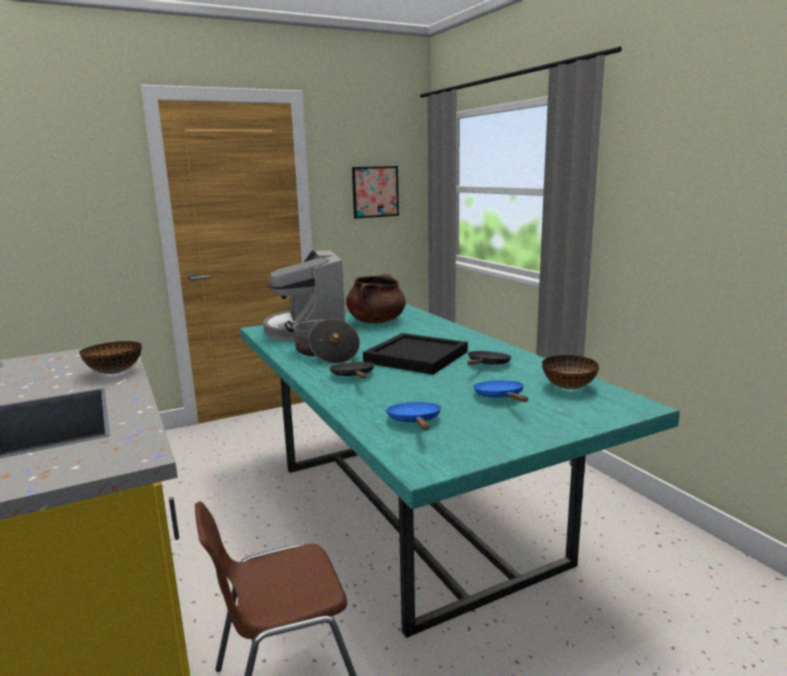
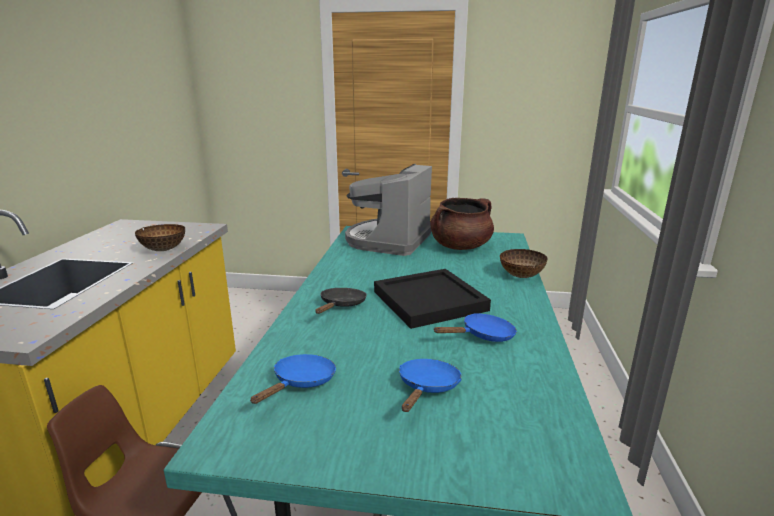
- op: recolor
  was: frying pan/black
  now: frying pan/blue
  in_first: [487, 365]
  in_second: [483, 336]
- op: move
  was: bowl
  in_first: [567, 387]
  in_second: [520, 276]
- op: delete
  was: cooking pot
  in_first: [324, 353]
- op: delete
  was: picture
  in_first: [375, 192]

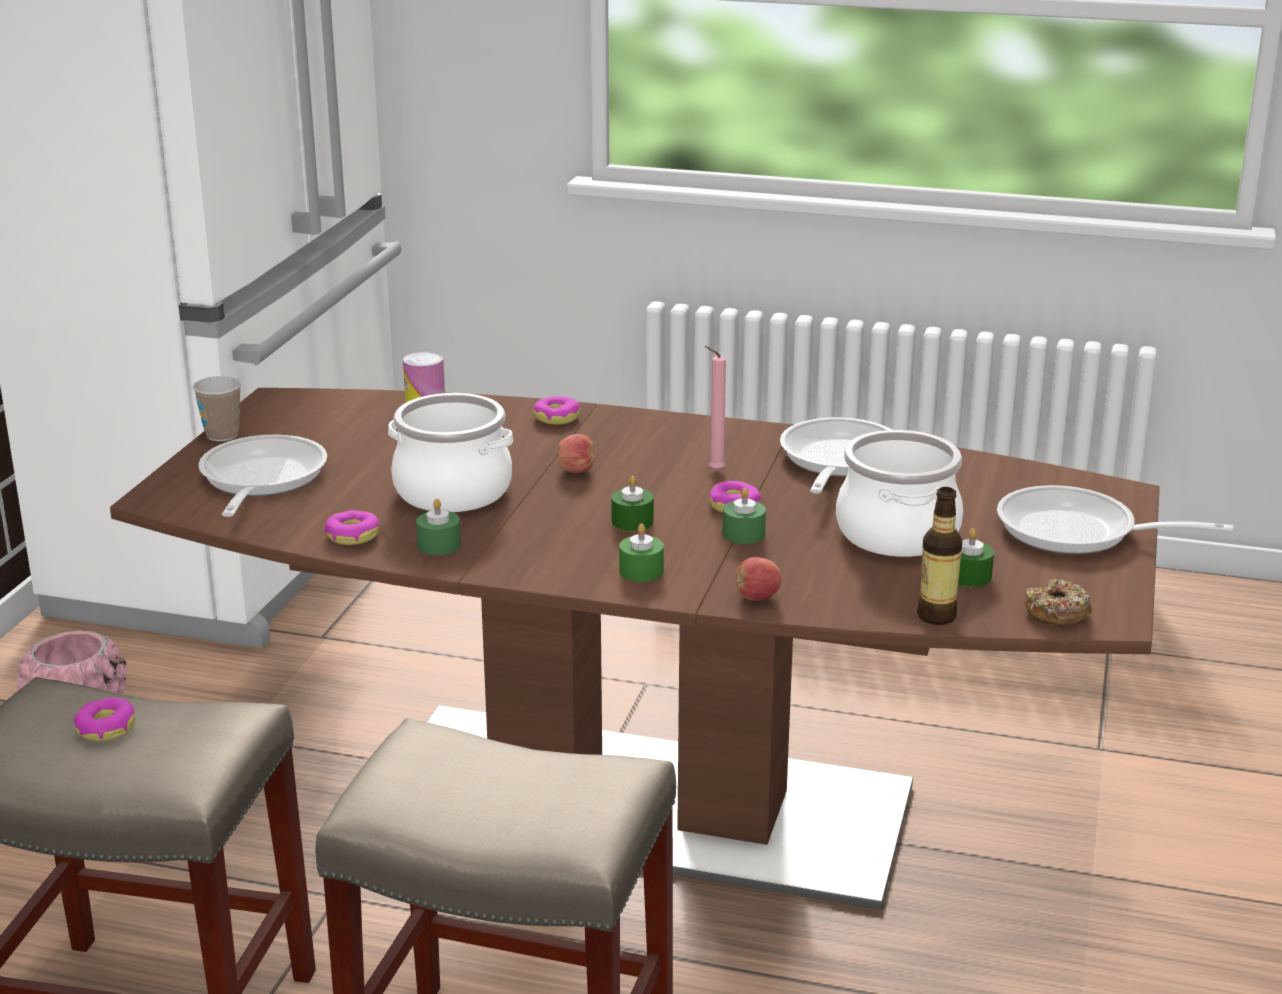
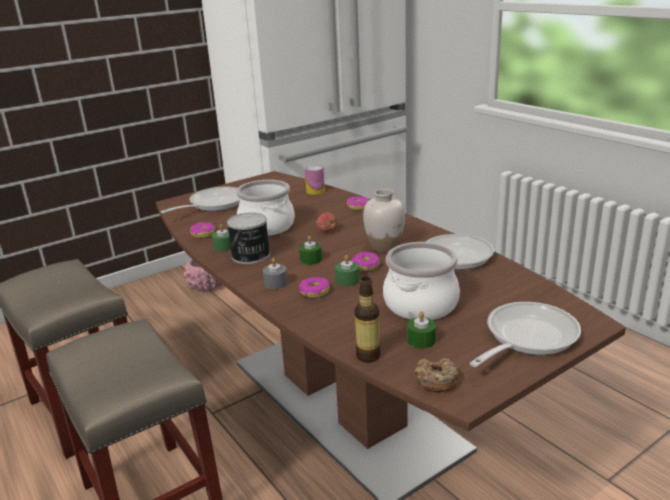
- op: insert
  now: can
  in_second: [250, 256]
- op: recolor
  was: candle/green
  now: candle/grey
  in_first: [641, 571]
  in_second: [275, 283]
- op: move
  was: donut
  in_first: [105, 728]
  in_second: [314, 292]
- op: replace
  was: candle/pink
  now: vase/white
  in_first: [714, 471]
  in_second: [384, 247]
- op: rotate
  was: frying pan
  in_first: [1078, 532]
  in_second: [526, 338]
  clockwise: 75
- op: delete
  was: cup
  in_first: [222, 435]
- op: delete
  was: apple
  in_first: [757, 597]

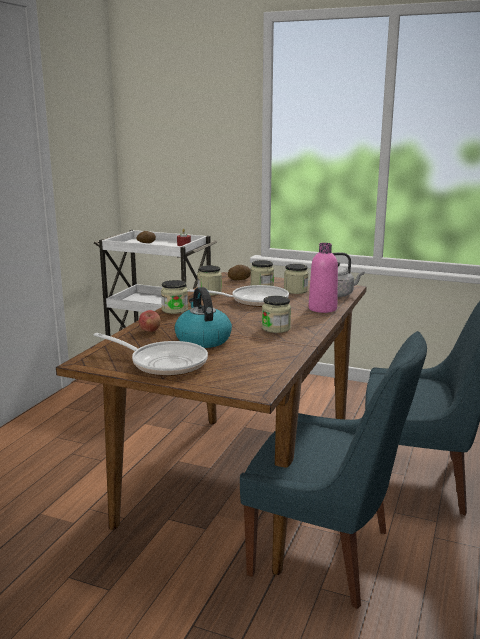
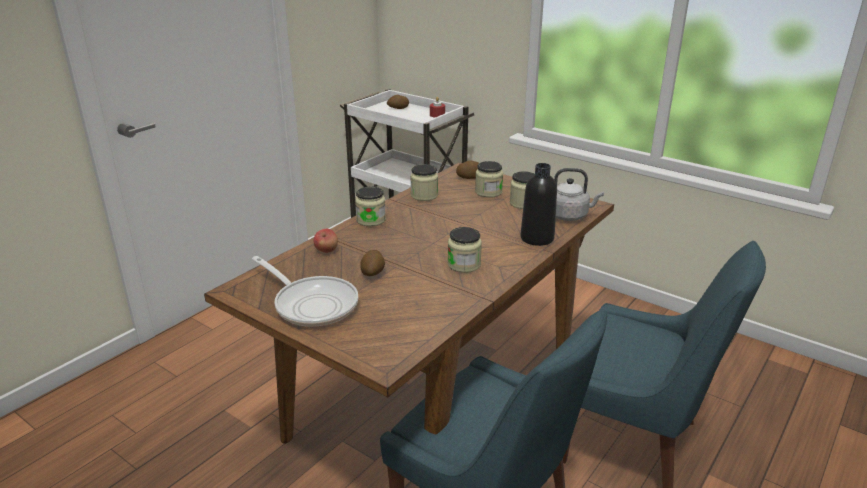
- op: replace
  was: kettle
  now: potato
  in_first: [202, 340]
  in_second: [373, 273]
- op: recolor
  was: bottle/pink
  now: bottle/black
  in_first: [322, 309]
  in_second: [537, 238]
- op: delete
  was: frying pan
  in_first: [254, 301]

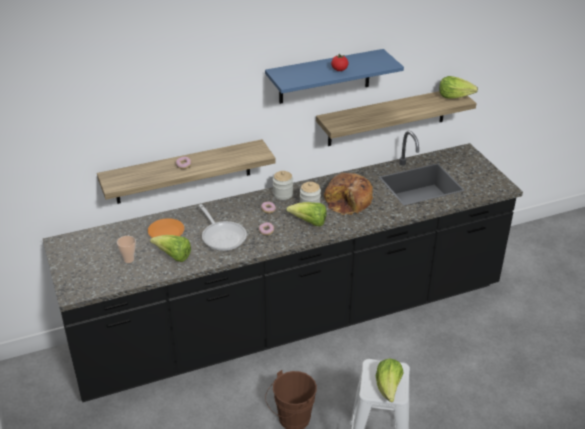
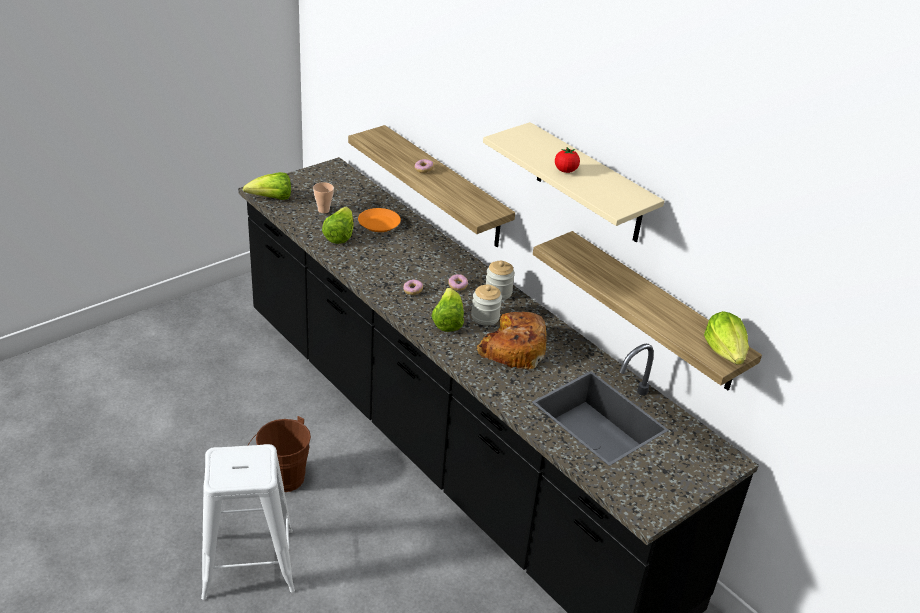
- op: move
  was: lettuce
  in_first: [388, 388]
  in_second: [271, 199]
- op: recolor
  was: shelf/blue
  now: shelf/beige
  in_first: [325, 76]
  in_second: [589, 184]
- op: delete
  was: frying pan
  in_first: [222, 236]

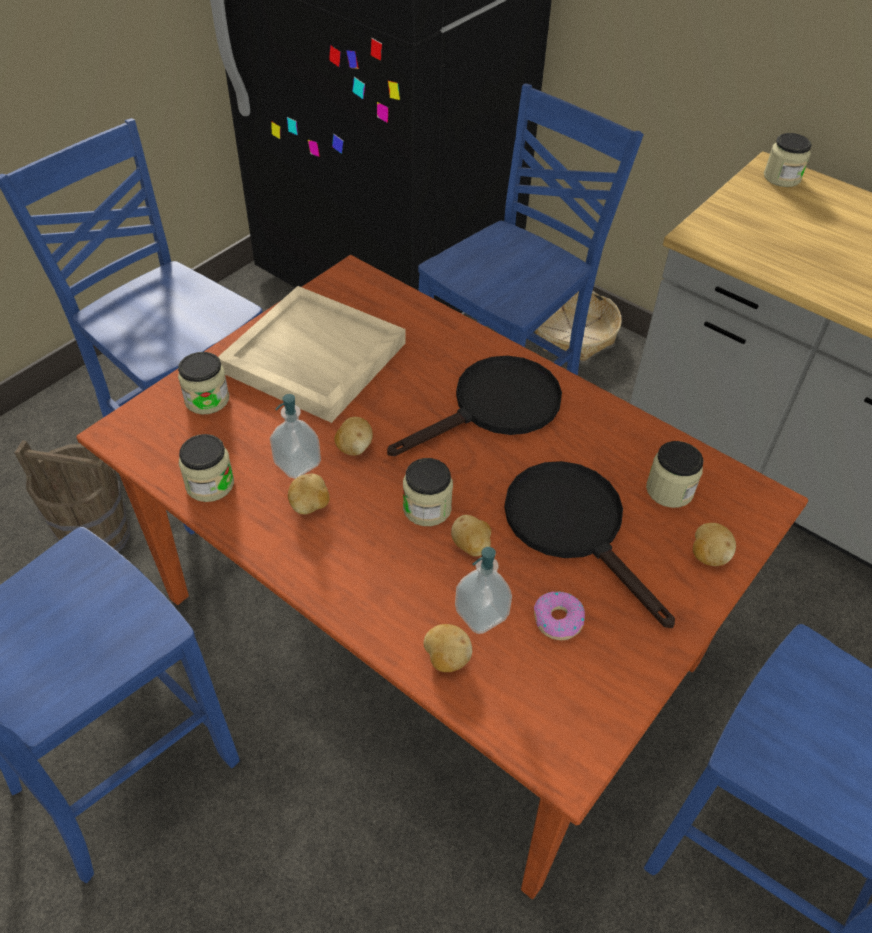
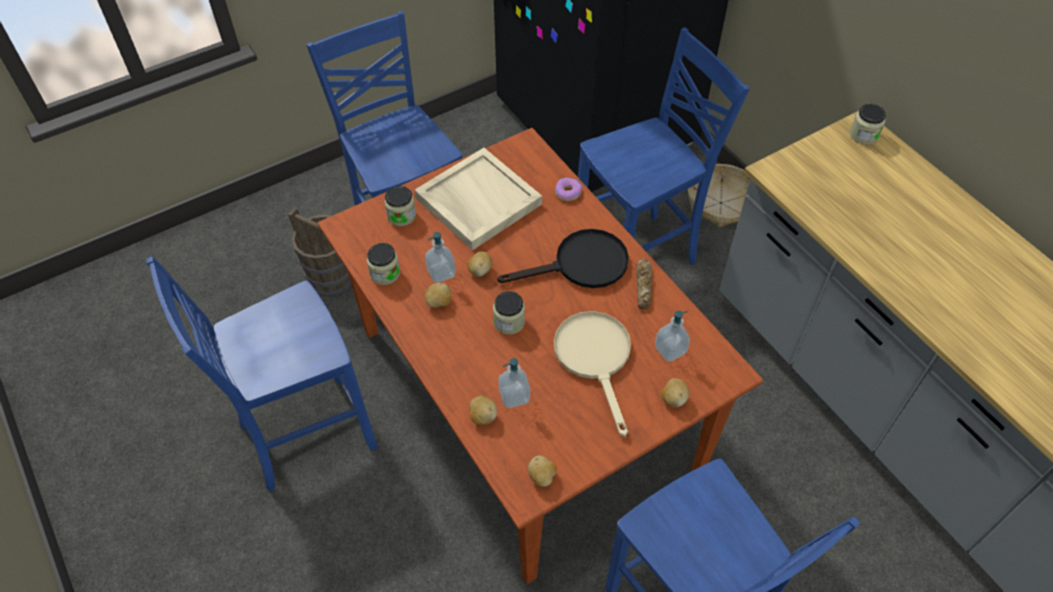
- op: move
  was: potato
  in_first: [471, 546]
  in_second: [542, 477]
- op: recolor
  was: frying pan/black
  now: frying pan/beige
  in_first: [574, 527]
  in_second: [596, 358]
- op: move
  was: donut
  in_first: [557, 619]
  in_second: [568, 192]
- op: insert
  now: bread
  in_second: [644, 286]
- op: replace
  was: jar
  now: soap dispenser
  in_first: [669, 490]
  in_second: [670, 350]

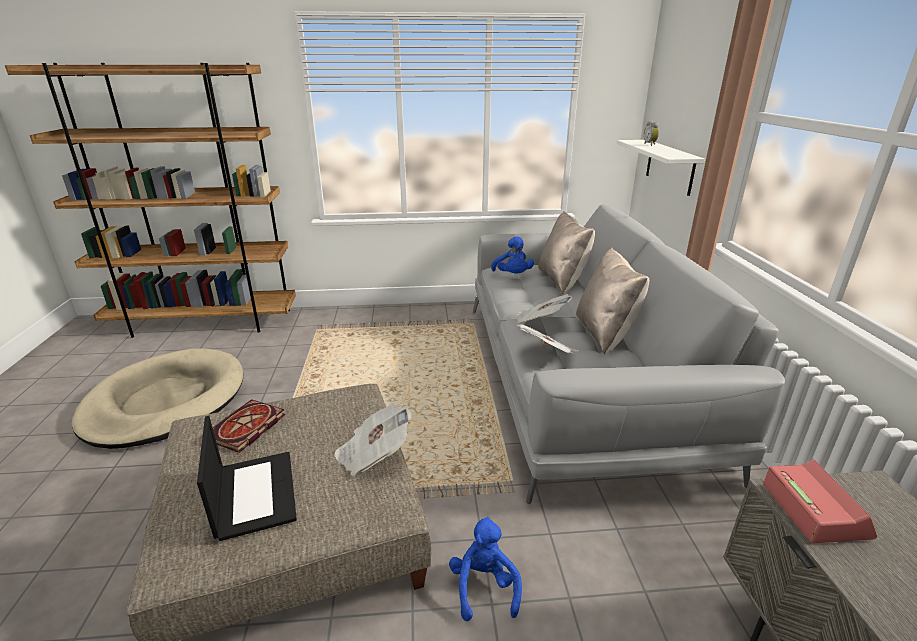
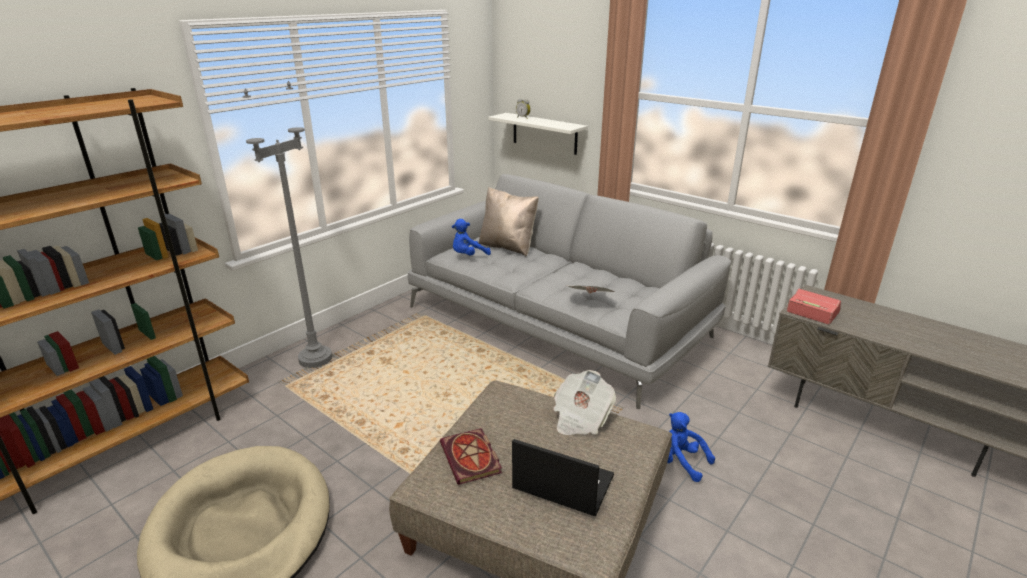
- op: insert
  now: floor lamp/grey
  in_second: [315, 359]
- op: rotate
  was: plush toy/blue
  in_first: [512, 275]
  in_second: [468, 256]
  clockwise: 120
- op: delete
  was: newspaper
  in_first: [540, 322]
- op: delete
  was: pillow/beige
  in_first: [605, 333]

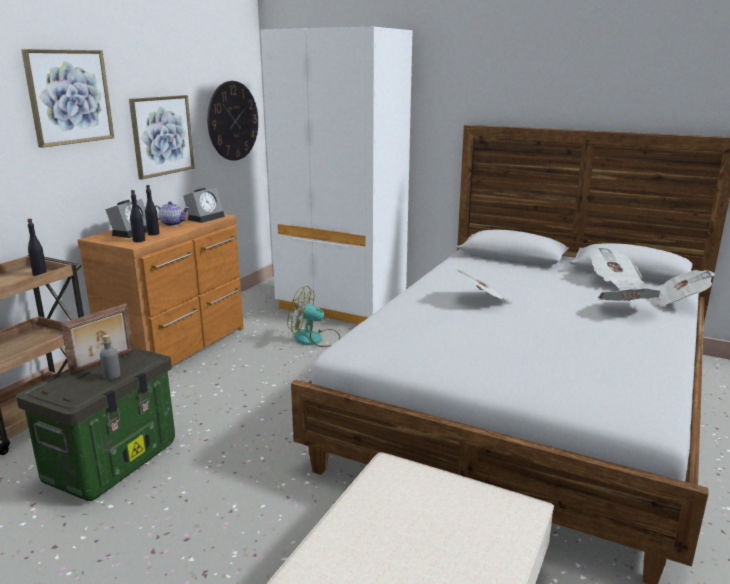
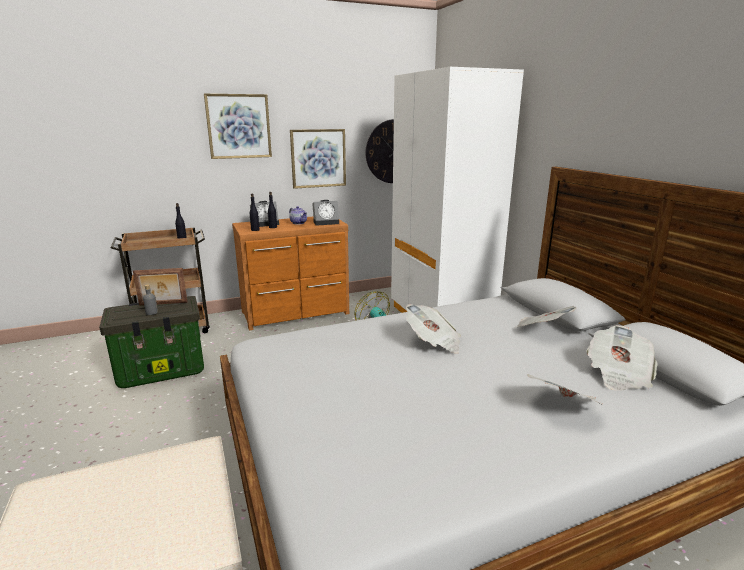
- op: move
  was: newspaper
  in_first: [674, 302]
  in_second: [541, 330]

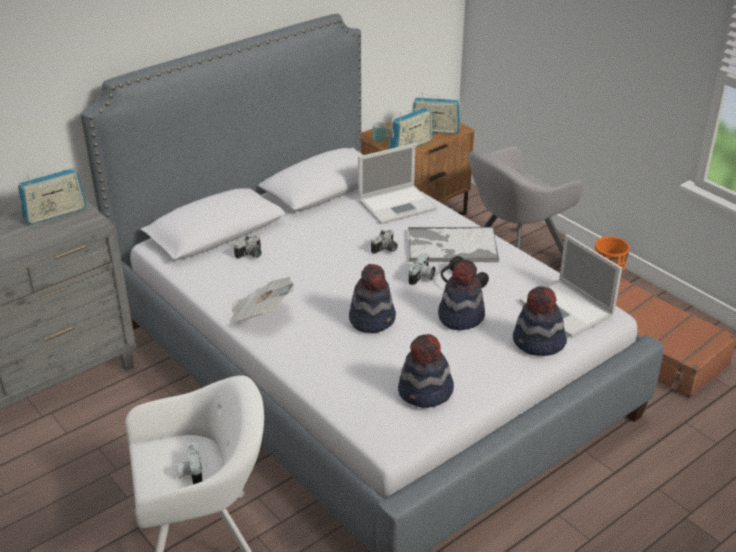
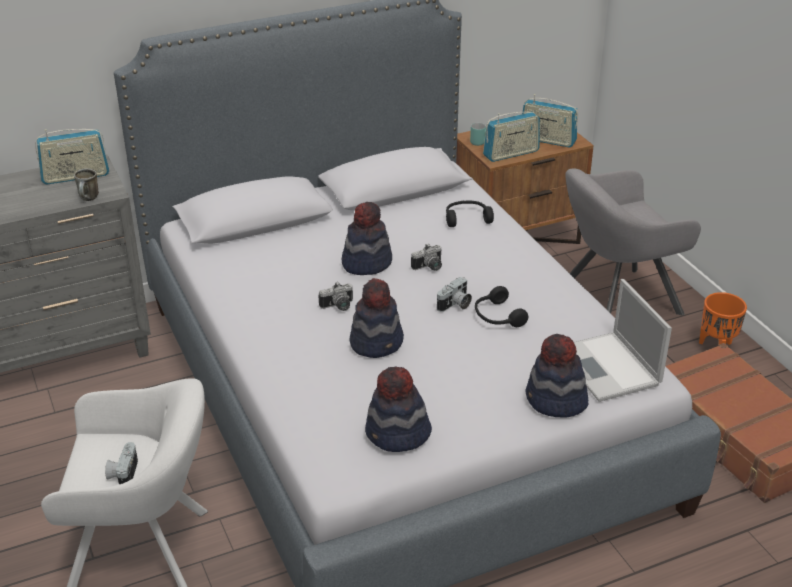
- op: insert
  now: mug
  in_second: [89, 199]
- op: move
  was: photo camera
  in_first: [251, 255]
  in_second: [338, 307]
- op: move
  was: hat
  in_first: [460, 316]
  in_second: [366, 262]
- op: replace
  was: laptop
  now: headphones/black
  in_first: [398, 204]
  in_second: [467, 218]
- op: delete
  was: newspaper
  in_first: [261, 314]
- op: delete
  was: tray
  in_first: [451, 246]

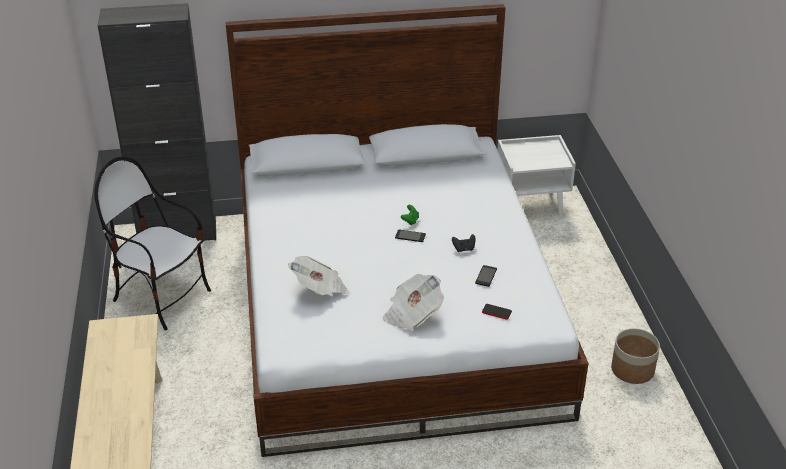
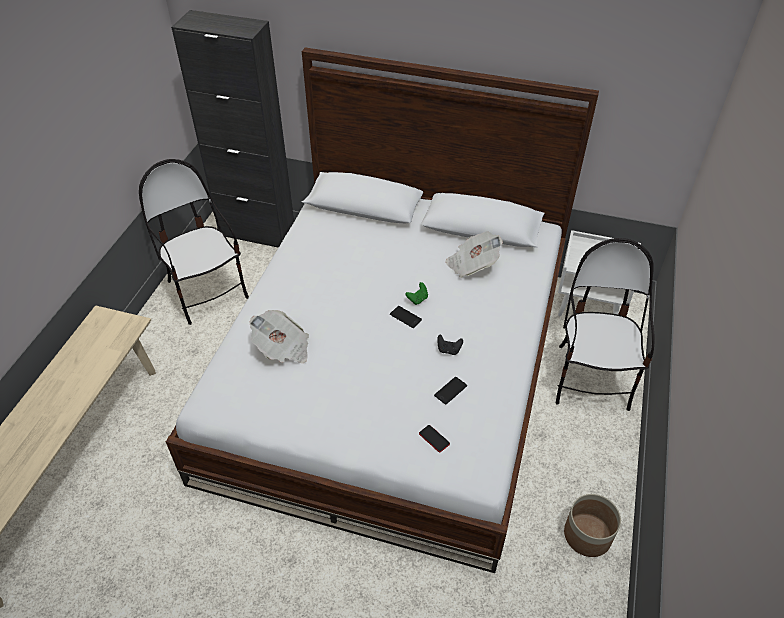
- op: move
  was: newspaper
  in_first: [412, 314]
  in_second: [472, 264]
- op: insert
  now: chair
  in_second: [590, 378]

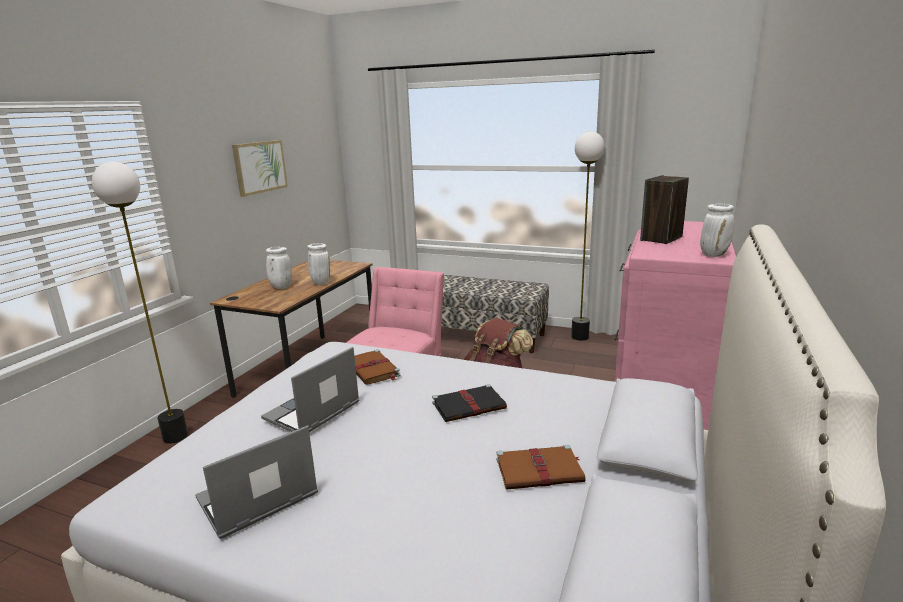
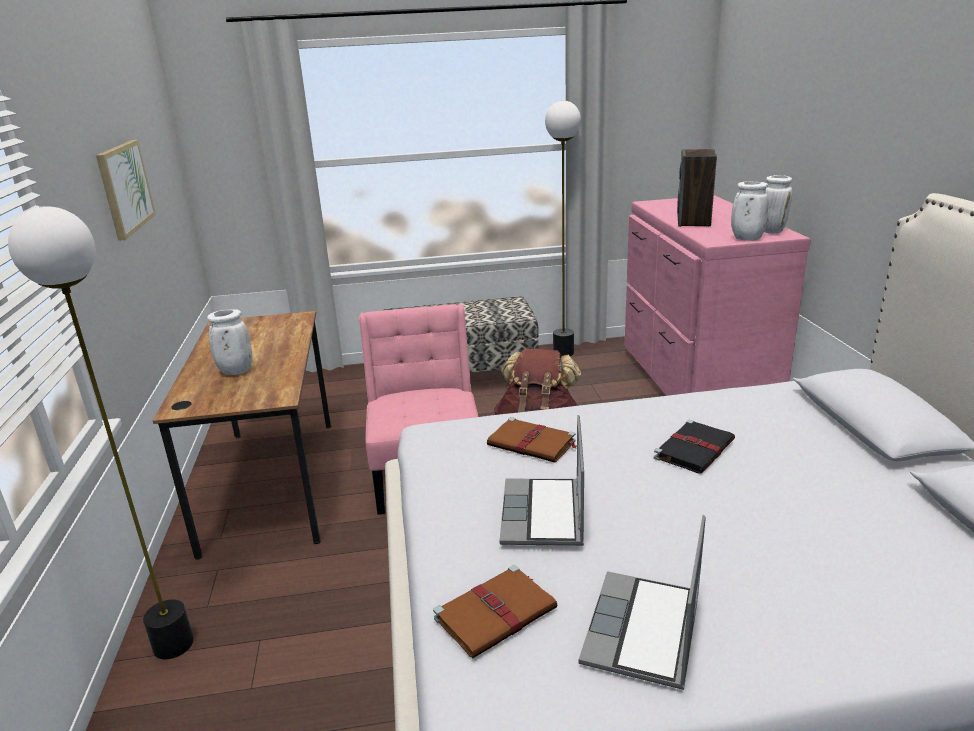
- op: move
  was: book/brown
  in_first: [540, 470]
  in_second: [497, 613]
- op: move
  was: vase/white
  in_first: [320, 283]
  in_second: [746, 239]

